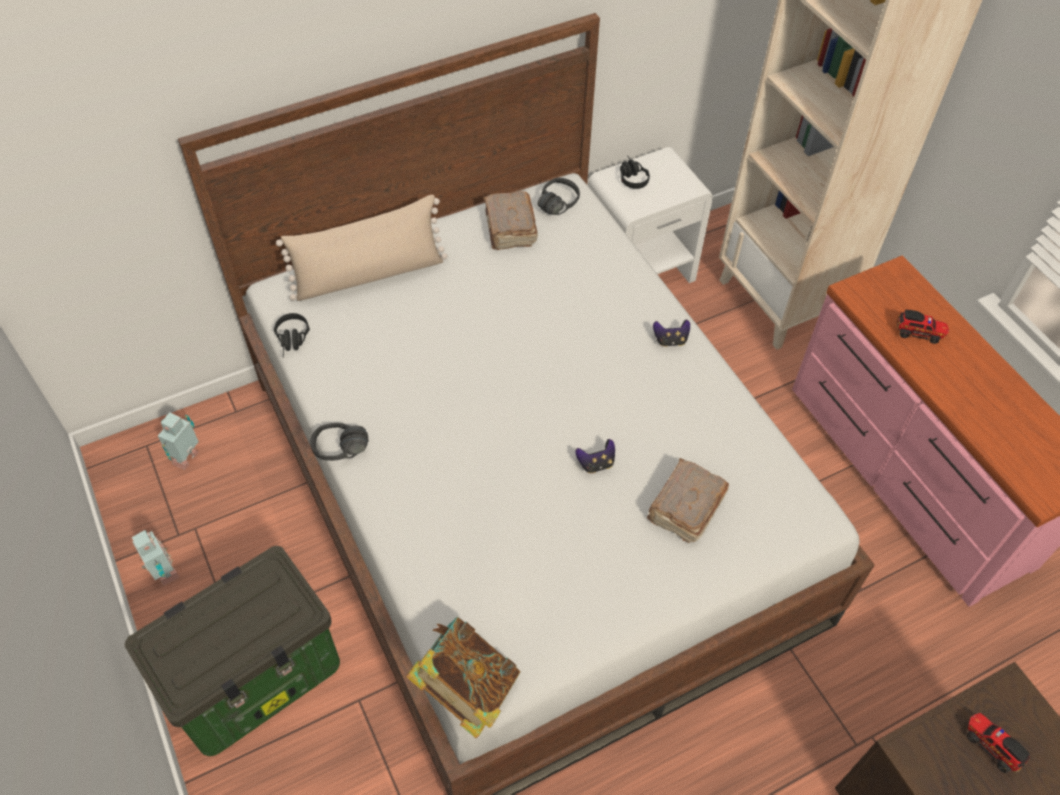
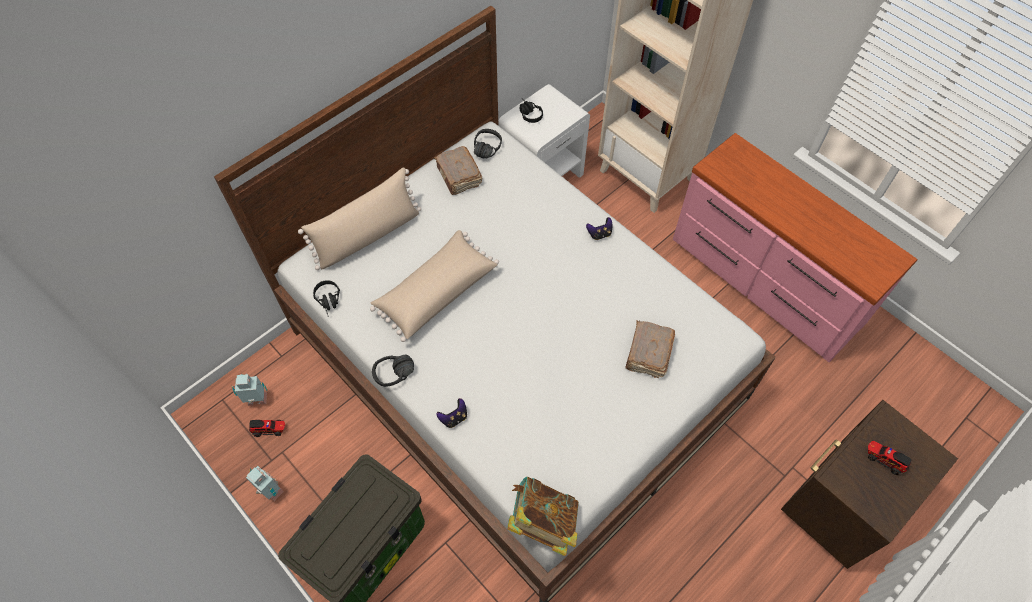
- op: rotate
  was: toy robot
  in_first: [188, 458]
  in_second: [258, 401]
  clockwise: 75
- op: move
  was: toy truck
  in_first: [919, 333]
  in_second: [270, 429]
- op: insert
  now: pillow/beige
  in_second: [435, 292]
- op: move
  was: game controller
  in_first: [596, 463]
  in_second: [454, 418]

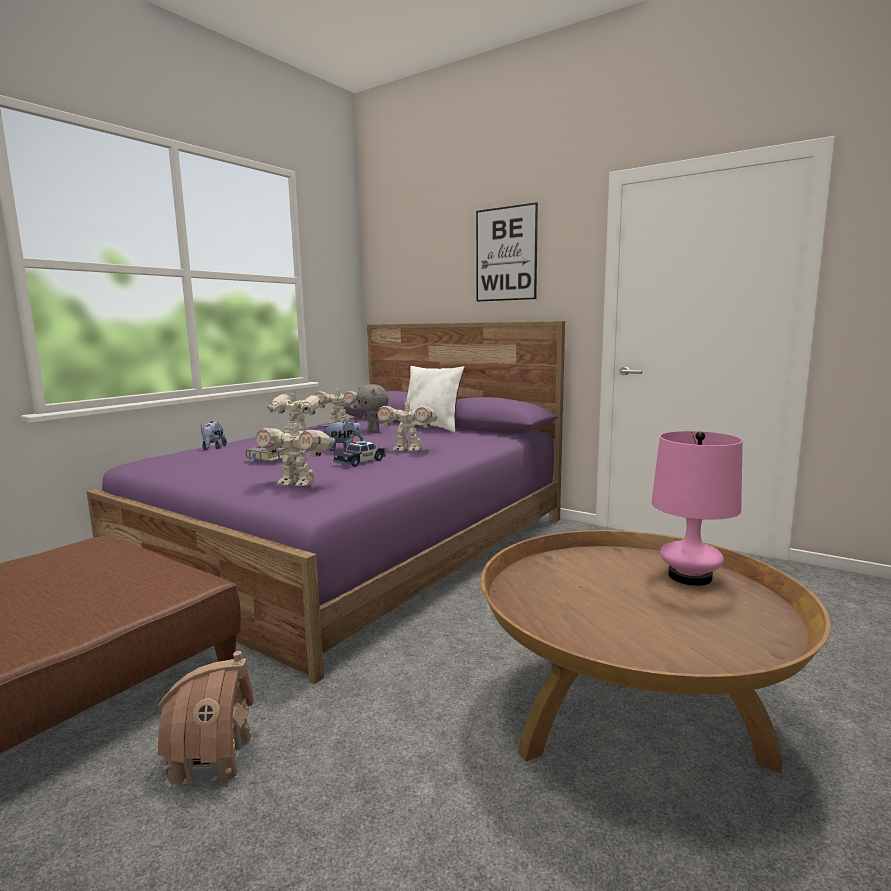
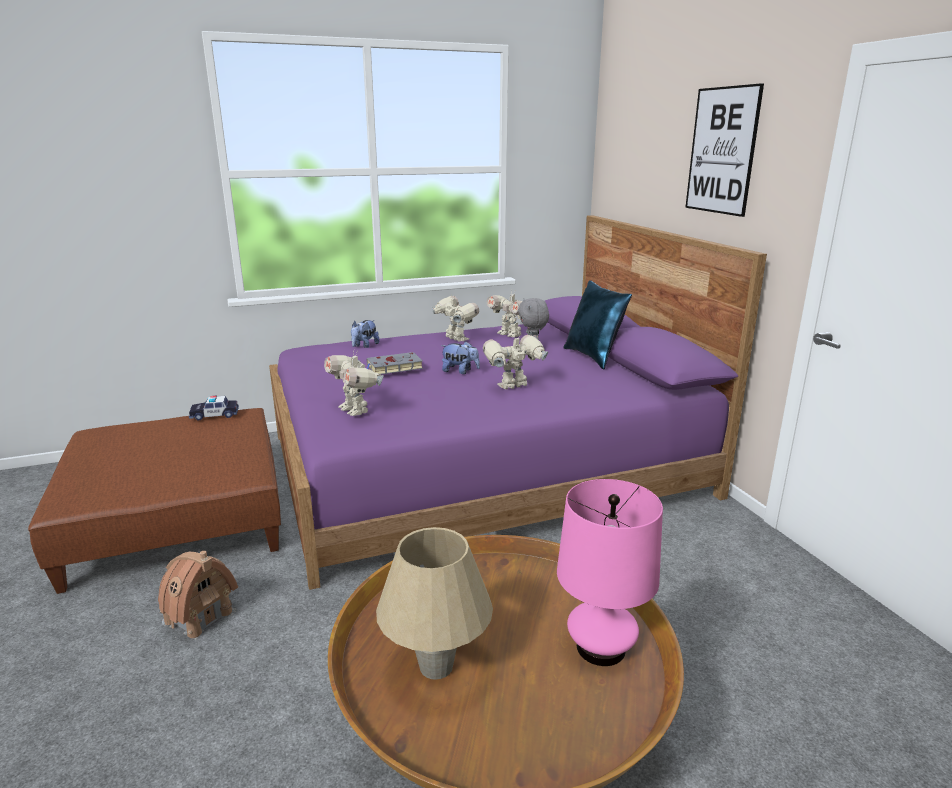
- op: move
  was: toy car
  in_first: [360, 461]
  in_second: [214, 415]
- op: insert
  now: table lamp/beige
  in_second: [436, 667]
- op: rotate
  was: toy robot
  in_first: [408, 449]
  in_second: [514, 387]
  clockwise: 105
- op: recolor
  was: pillow/white
  now: pillow/blue
  in_first: [432, 428]
  in_second: [594, 357]

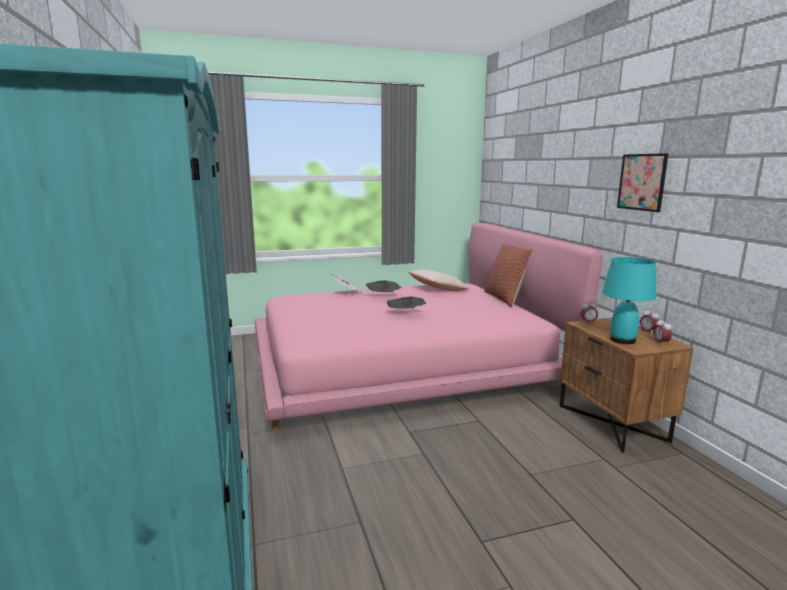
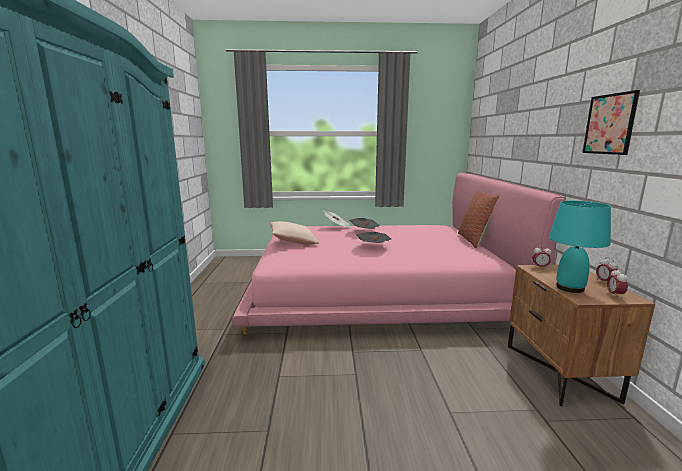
- op: move
  was: pillow/beige
  in_first: [438, 289]
  in_second: [293, 241]

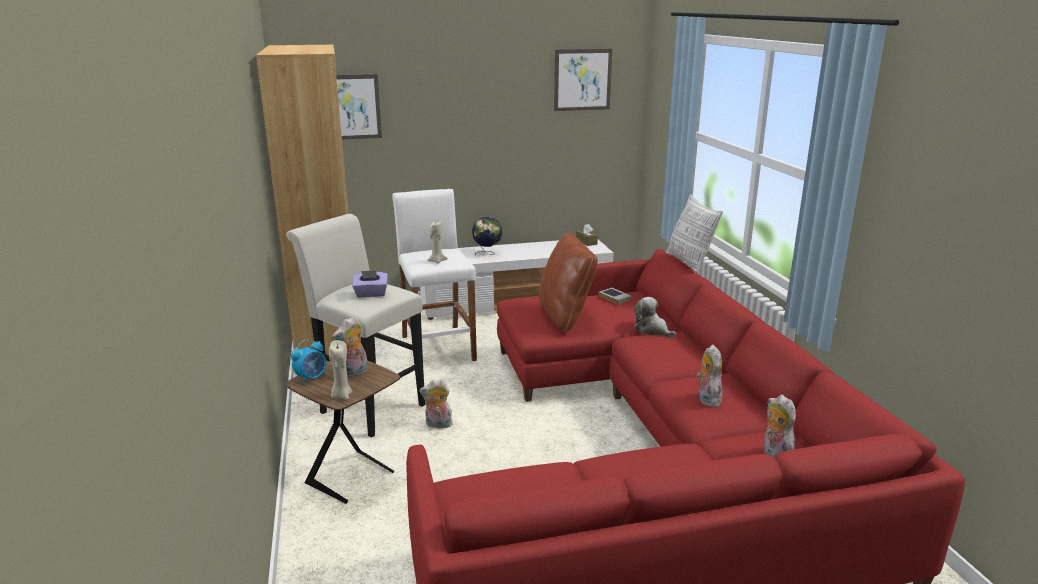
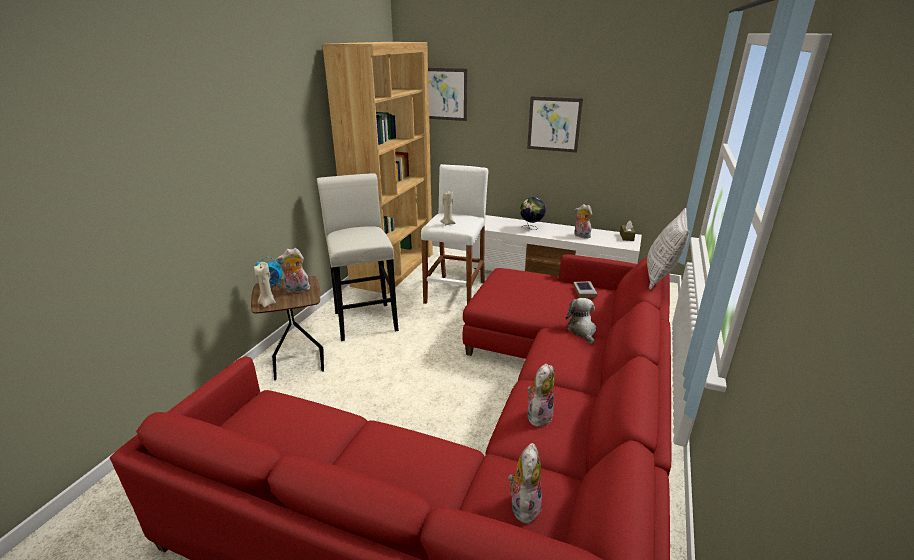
- op: move
  was: picture
  in_first: [582, 80]
  in_second: [554, 124]
- op: move
  was: plush toy
  in_first: [438, 425]
  in_second: [581, 236]
- op: delete
  was: tissue box/purple
  in_first: [371, 294]
- op: delete
  was: pillow/brown
  in_first: [565, 317]

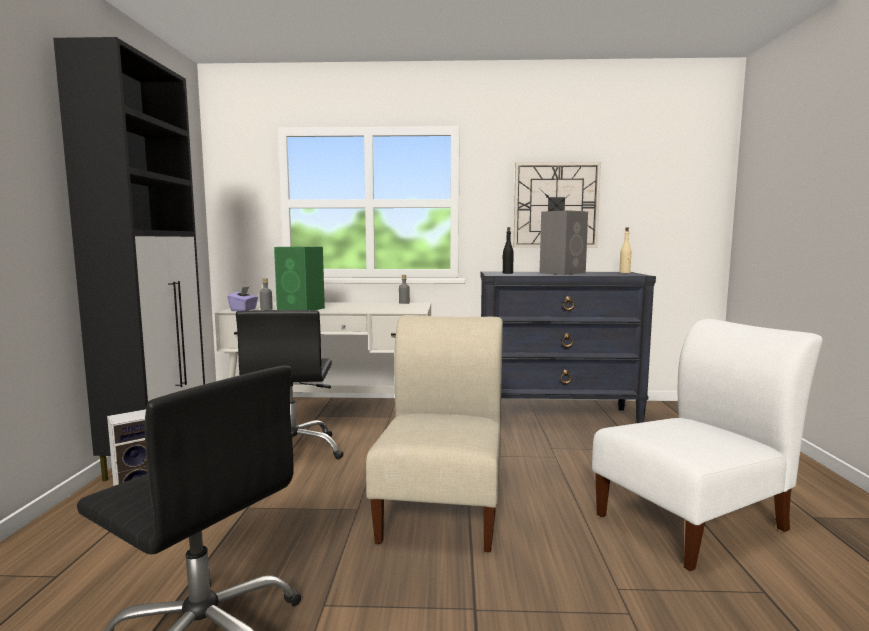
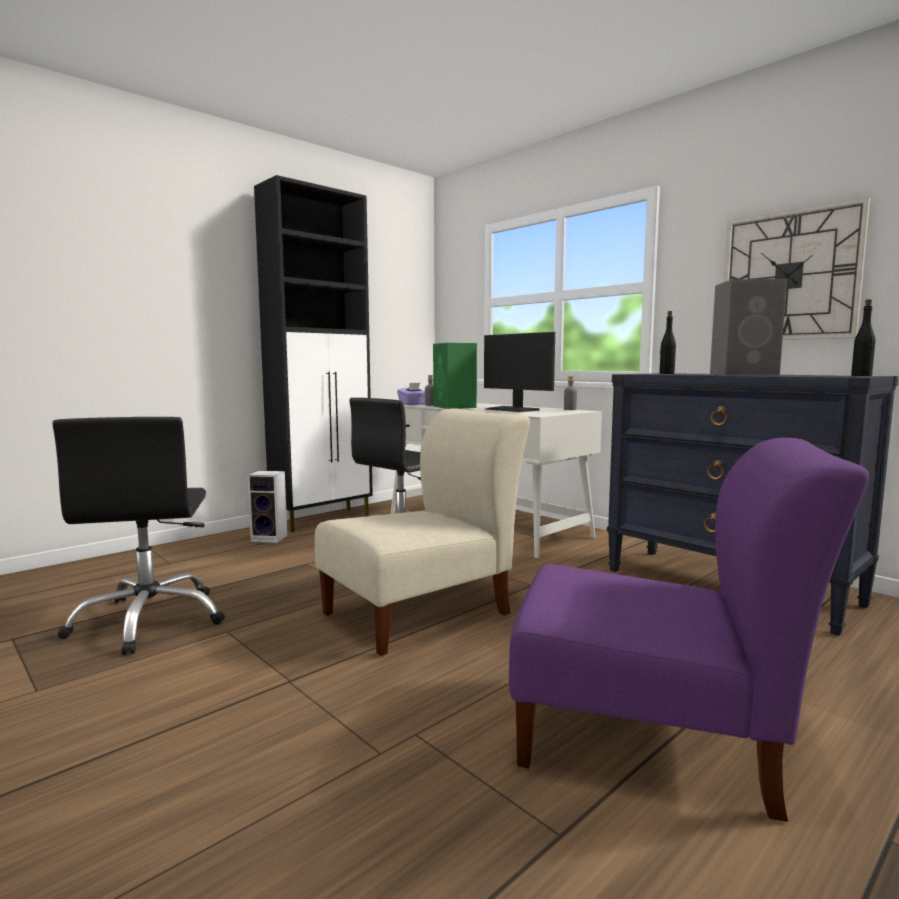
- op: insert
  now: monitor
  in_second: [512, 409]
- op: recolor
  was: chair/white
  now: chair/purple
  in_first: [695, 520]
  in_second: [655, 739]
- op: recolor
  was: bottle/beige
  now: bottle/black
  in_first: [625, 272]
  in_second: [861, 375]

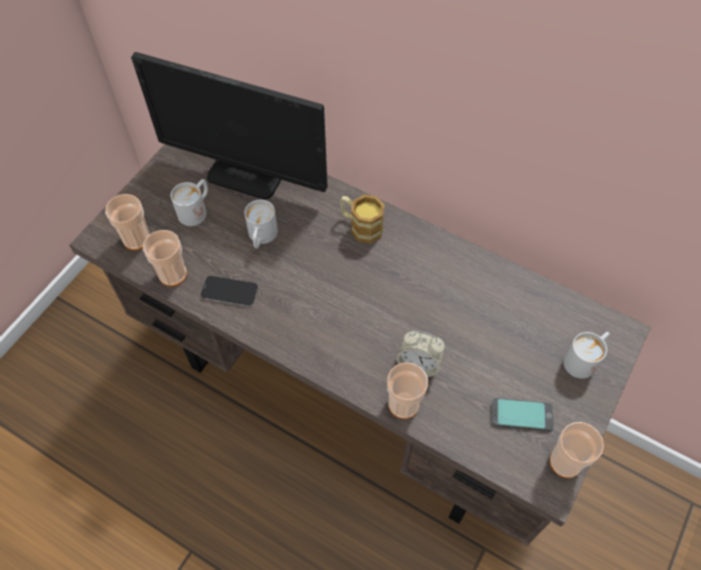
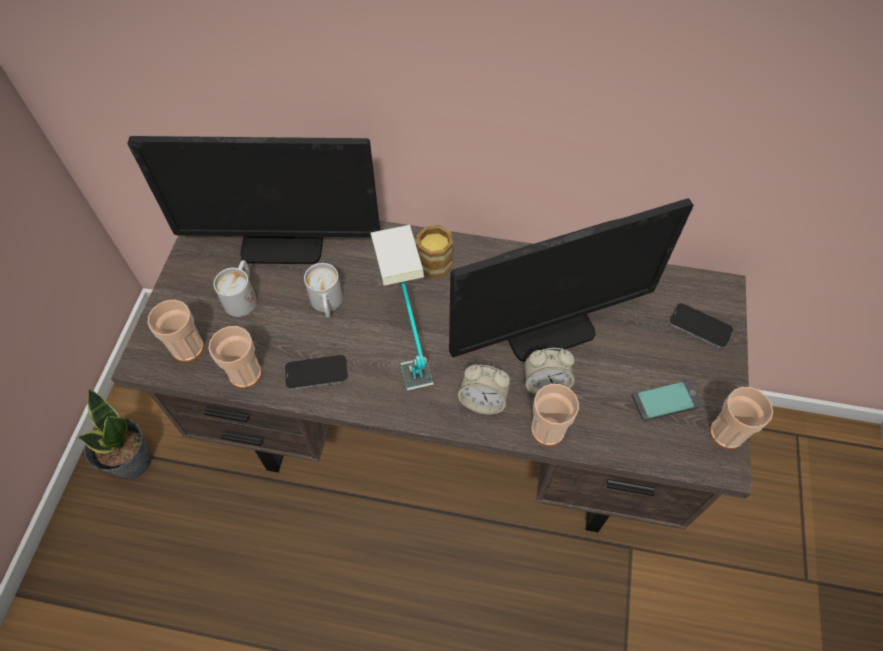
- op: insert
  now: potted plant
  in_second: [132, 461]
- op: insert
  now: table lamp
  in_second: [406, 337]
- op: insert
  now: monitor
  in_second: [547, 328]
- op: insert
  now: alarm clock
  in_second: [483, 400]
- op: replace
  was: mug/white
  now: phone
  in_first: [584, 359]
  in_second: [700, 326]

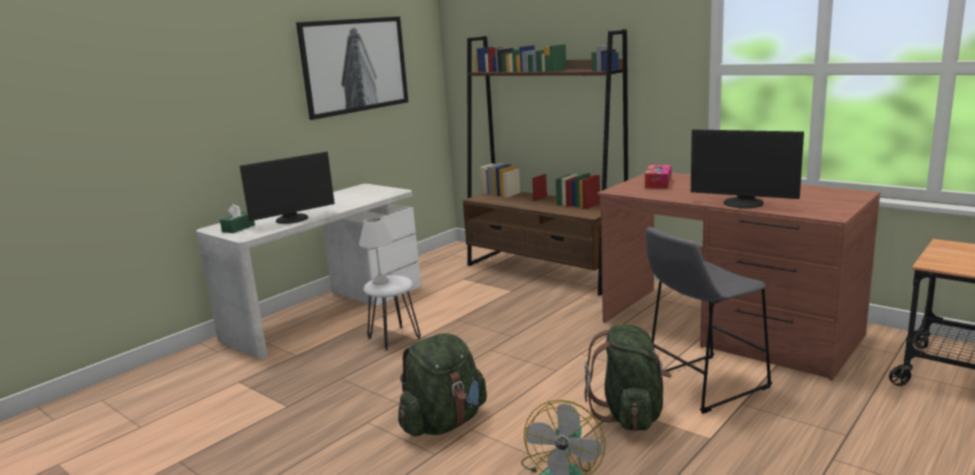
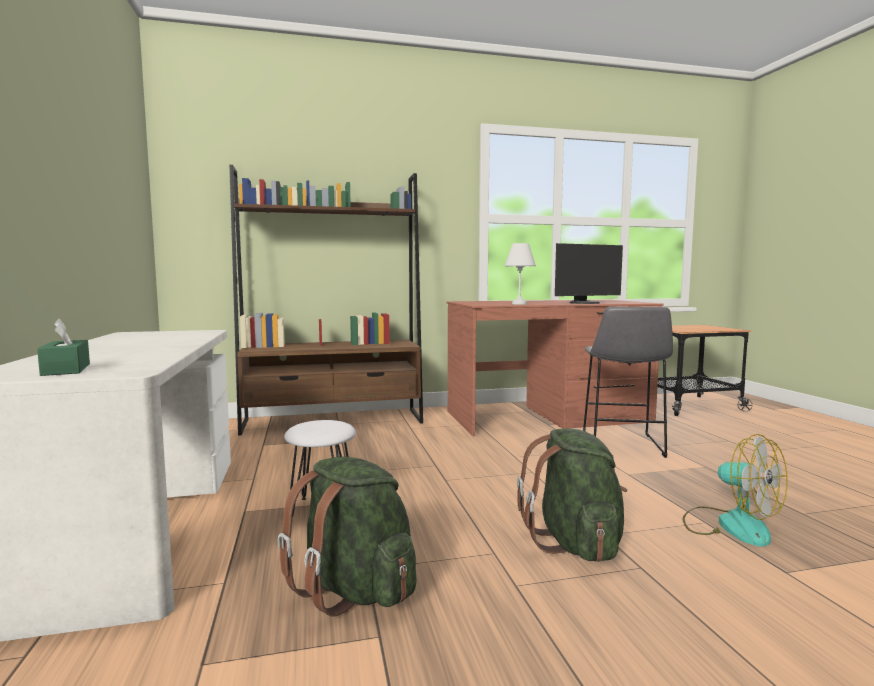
- op: move
  was: backpack/green
  in_first: [630, 414]
  in_second: [354, 589]
- op: move
  was: table lamp/white
  in_first: [381, 281]
  in_second: [519, 304]
- op: delete
  was: monitor
  in_first: [293, 219]
- op: delete
  was: picture
  in_first: [354, 65]
- op: delete
  was: tissue box
  in_first: [658, 183]

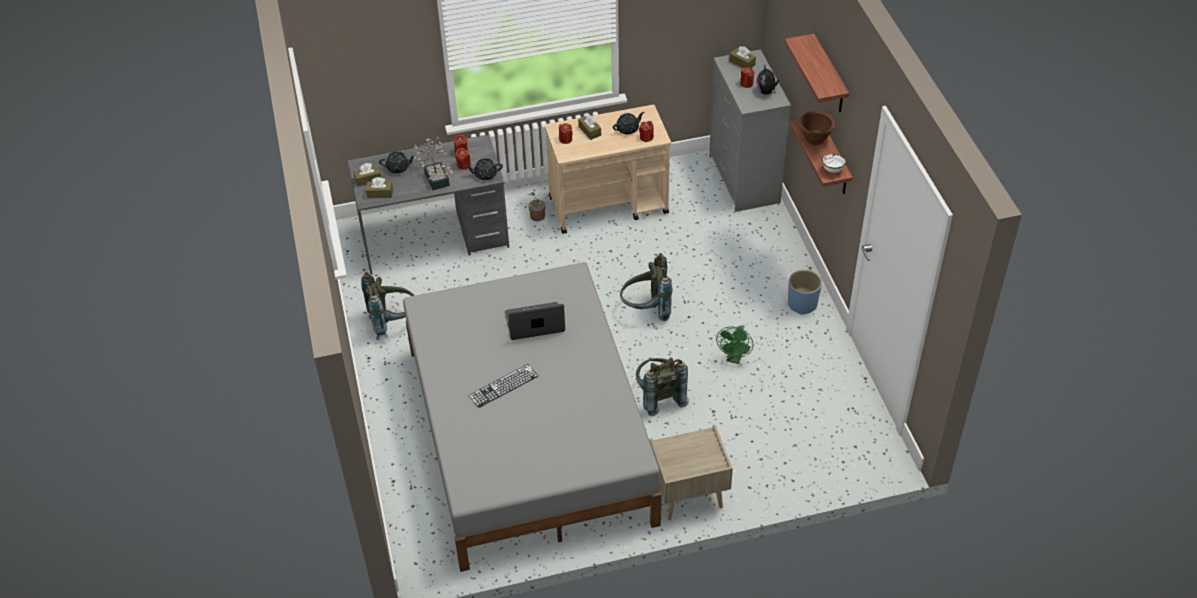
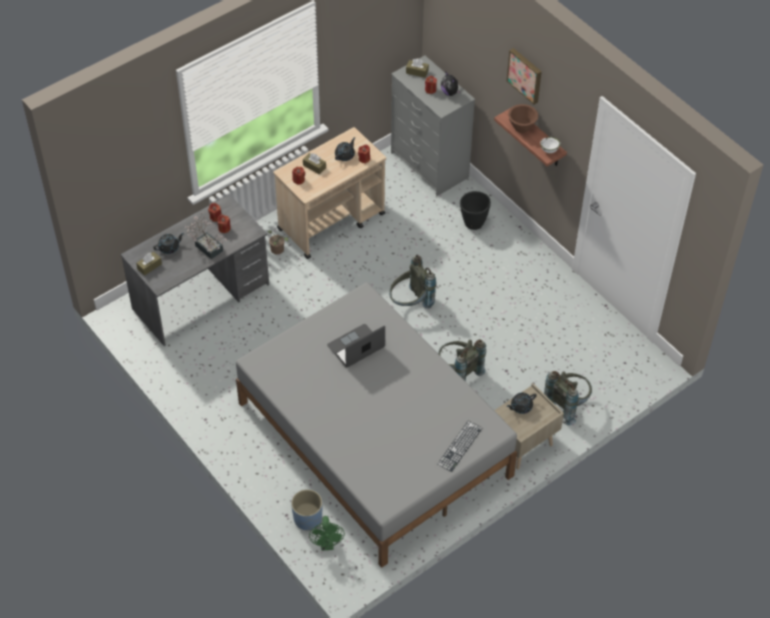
- op: move
  was: planter/blue
  in_first: [802, 304]
  in_second: [308, 518]
- op: move
  was: fan/green
  in_first: [734, 358]
  in_second: [327, 544]
- op: move
  was: keyboard
  in_first: [503, 386]
  in_second: [460, 446]
- op: insert
  now: planter/black
  in_second: [473, 223]
- op: replace
  was: shelf
  now: picture
  in_first: [829, 76]
  in_second: [525, 75]
- op: move
  was: teapot/black
  in_first: [485, 174]
  in_second: [521, 406]
- op: move
  was: backpack/grey
  in_first: [393, 322]
  in_second: [567, 405]
- op: delete
  was: tissue box/brown
  in_first: [380, 193]

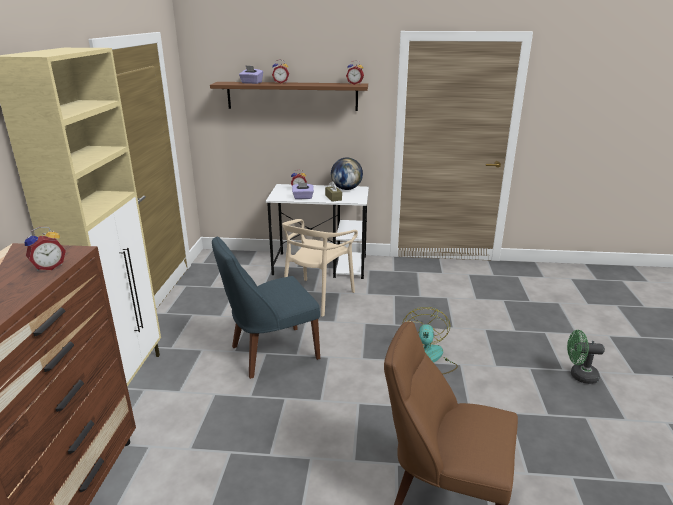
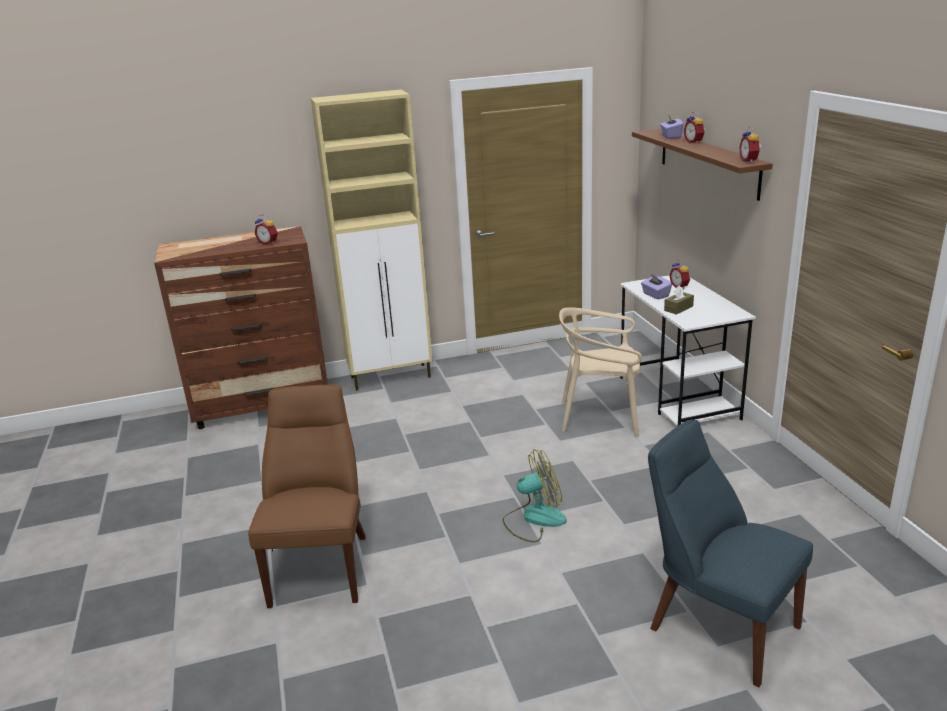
- op: move
  was: chair/blue
  in_first: [270, 353]
  in_second: [718, 625]
- op: delete
  was: globe
  in_first: [346, 189]
- op: delete
  was: fan/green
  in_first: [579, 375]

